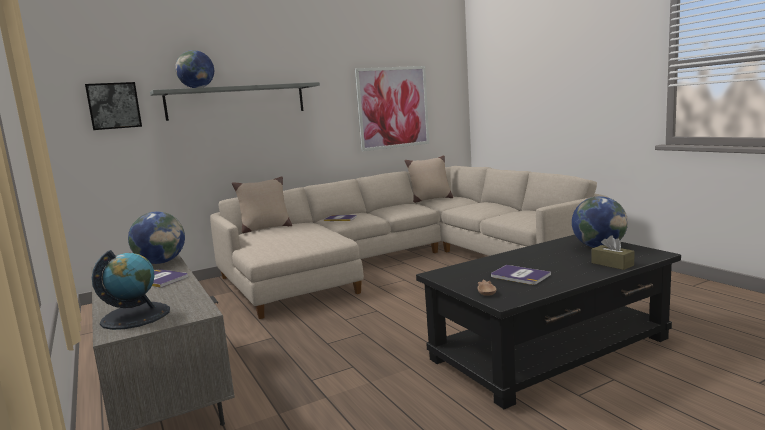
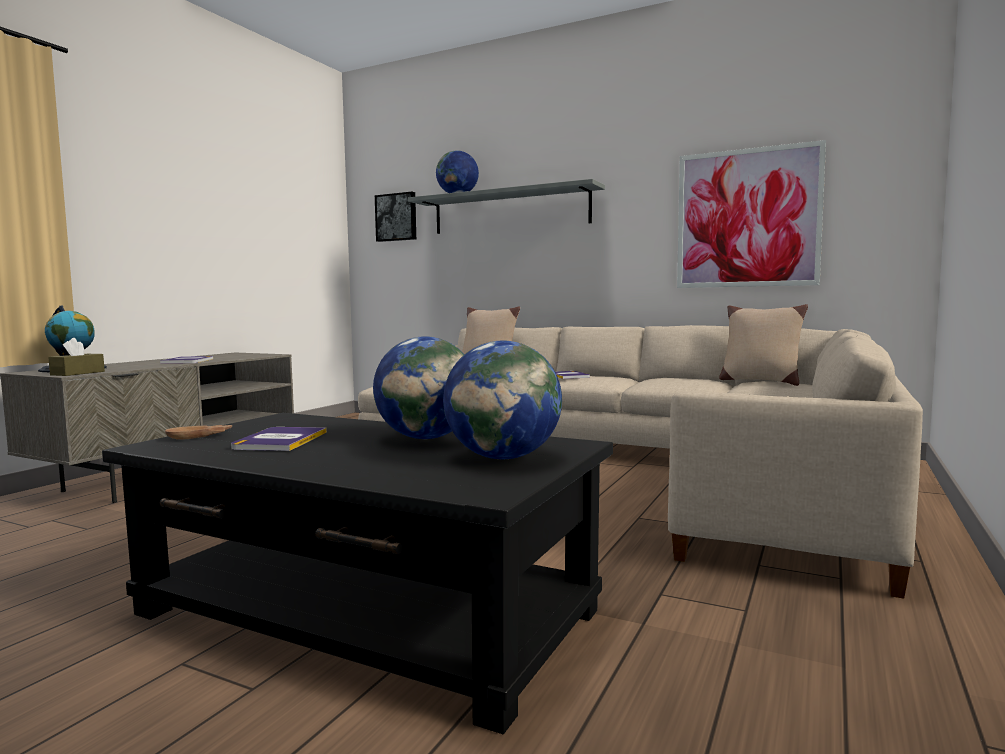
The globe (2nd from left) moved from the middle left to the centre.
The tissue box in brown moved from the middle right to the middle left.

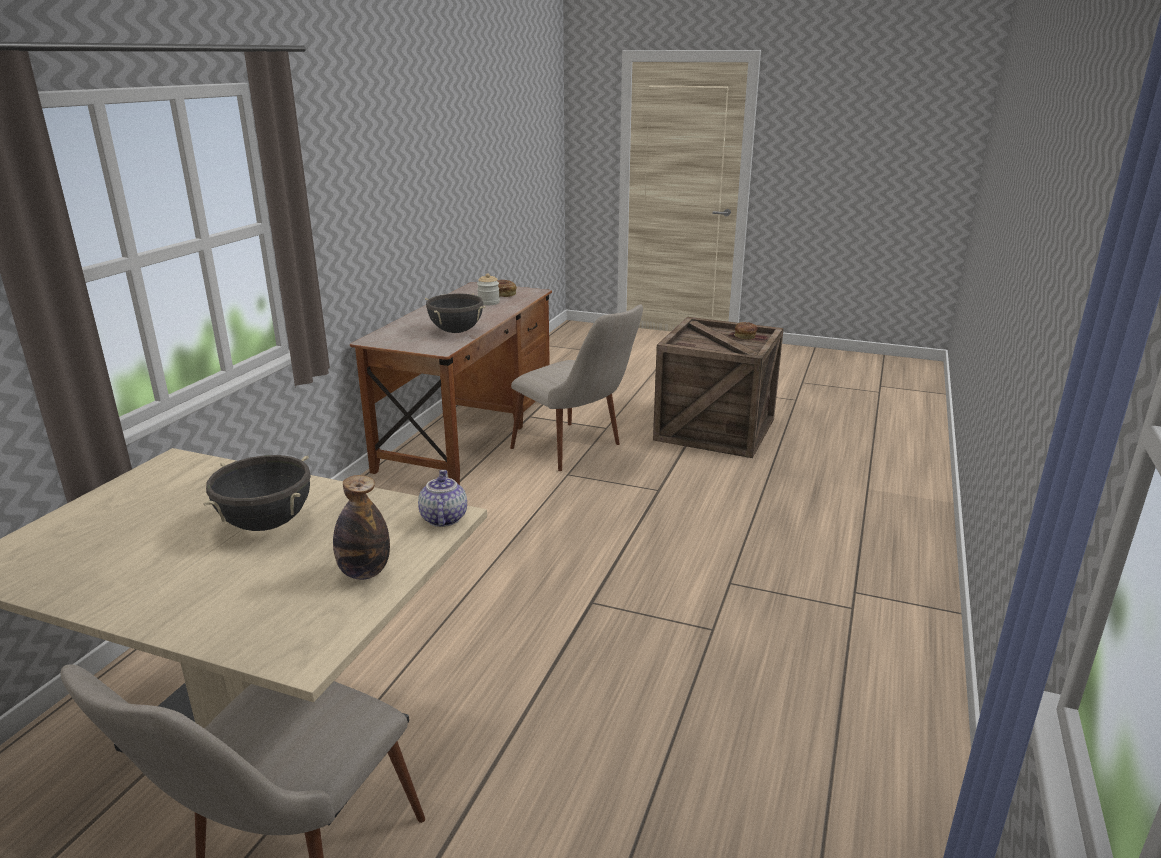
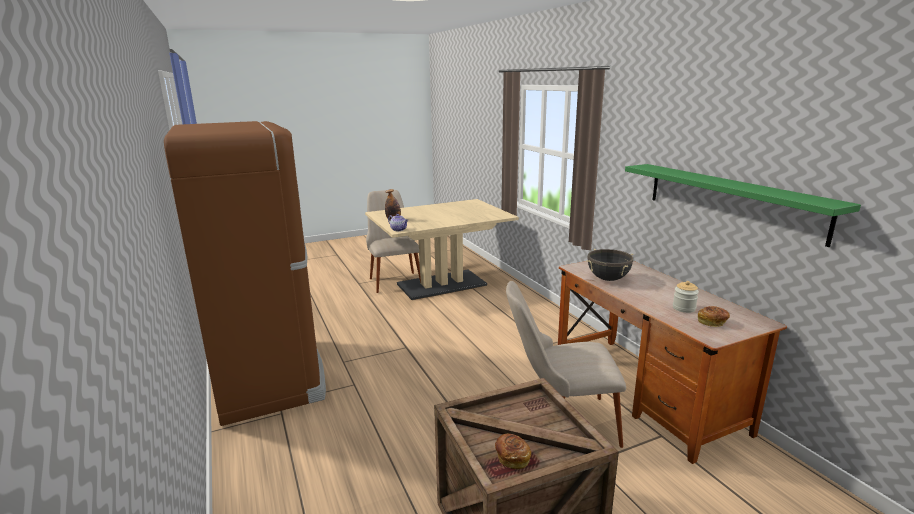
The cooking pot in black (1st from left) at the middle left disappeared.
The fridge in brown at the middle left appeared.
The shelf in green at the middle right appeared.

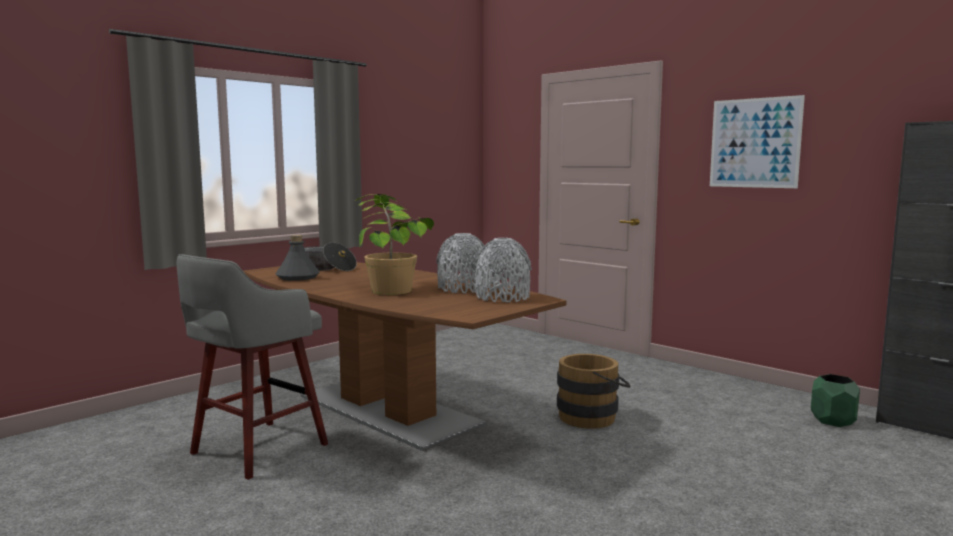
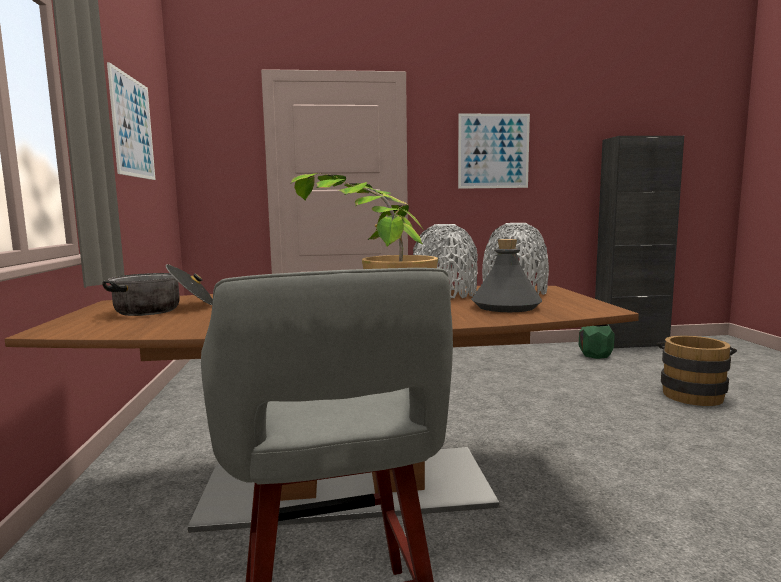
The picture (1st from left) at the top left appeared.
The bottle in grey moved from the middle left to the centre.
The bucket in brown moved from the bottom centre to the middle right.

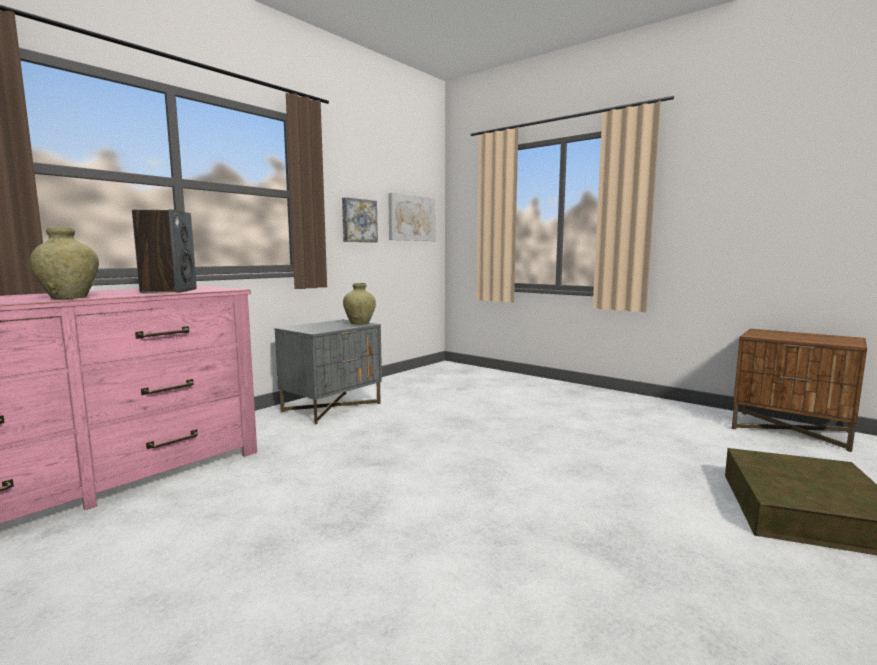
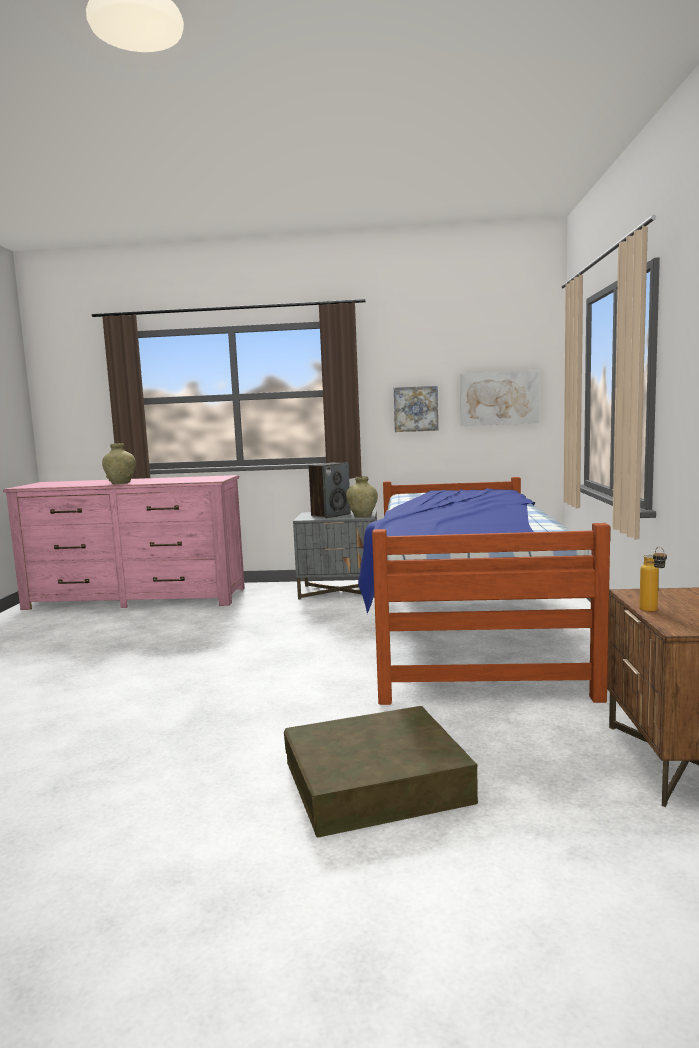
The bed at the middle right appeared.
The bottle at the middle right appeared.
The speaker moved from the middle left to the centre.

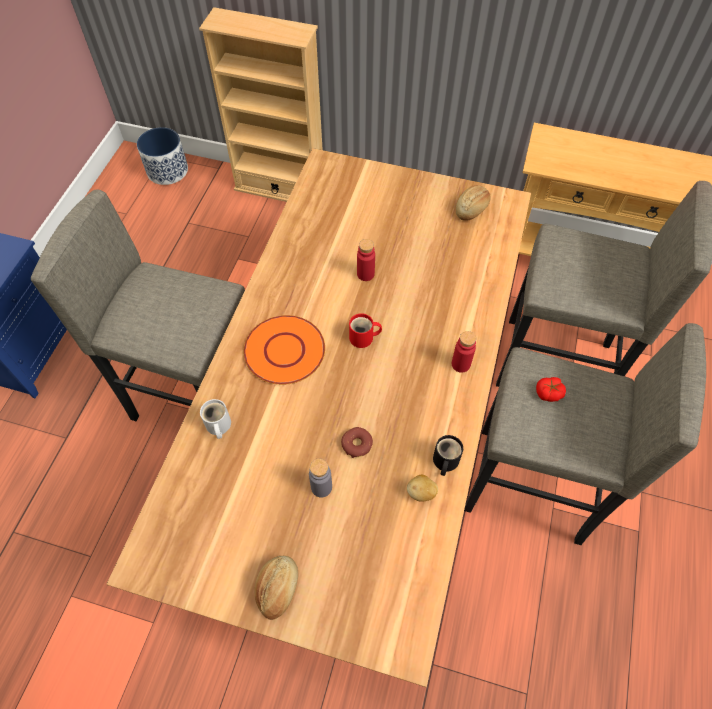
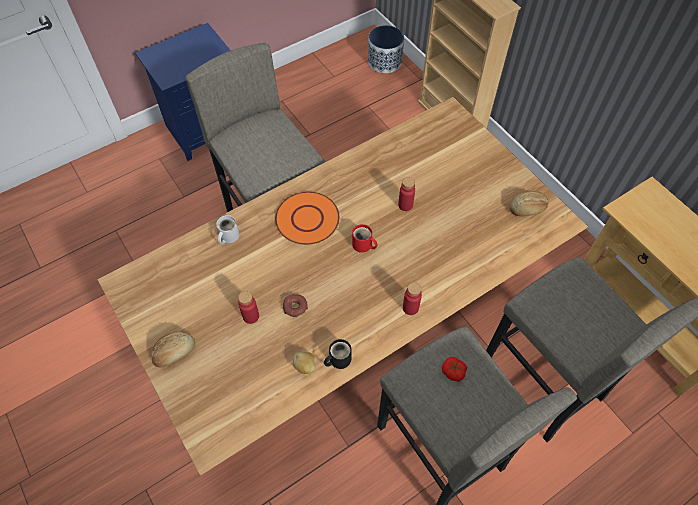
The bottle in grey at the bottom centre became the bottle in red (1st from left) at the centre.

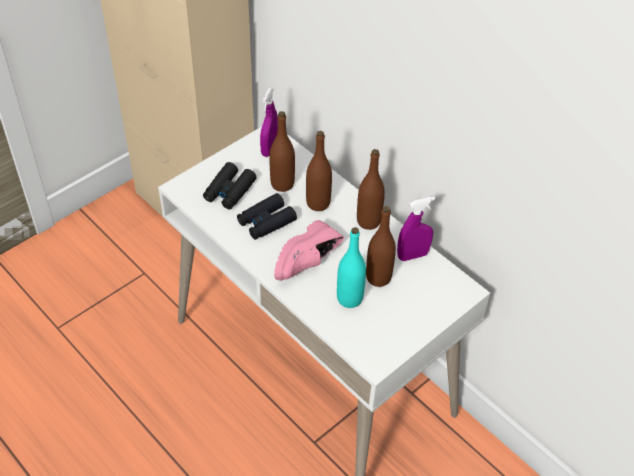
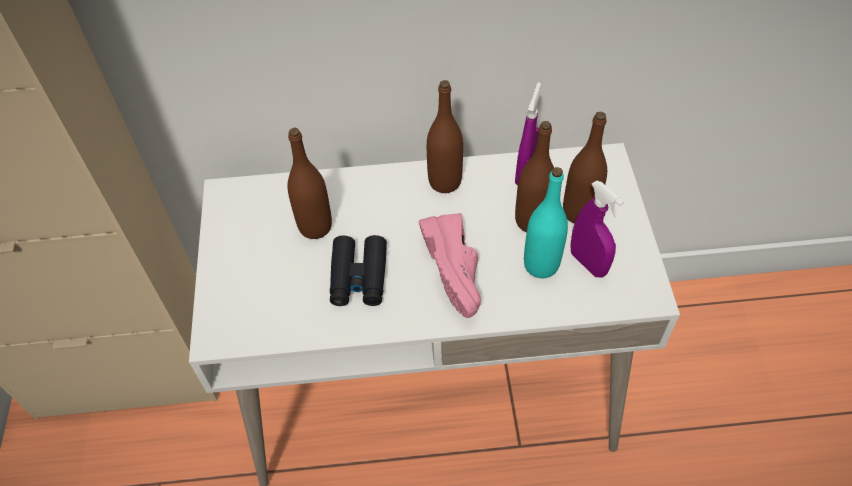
The binoculars in black (1st from left) at the centre disappeared.
The spray bottle in purple (1st from left in the first image) moved from the top centre to the middle right.
The bottle in brown (2nd from left in the first image) moved from the centre to the middle right.

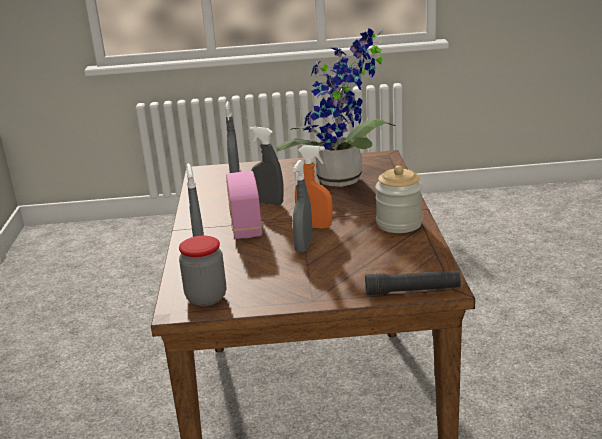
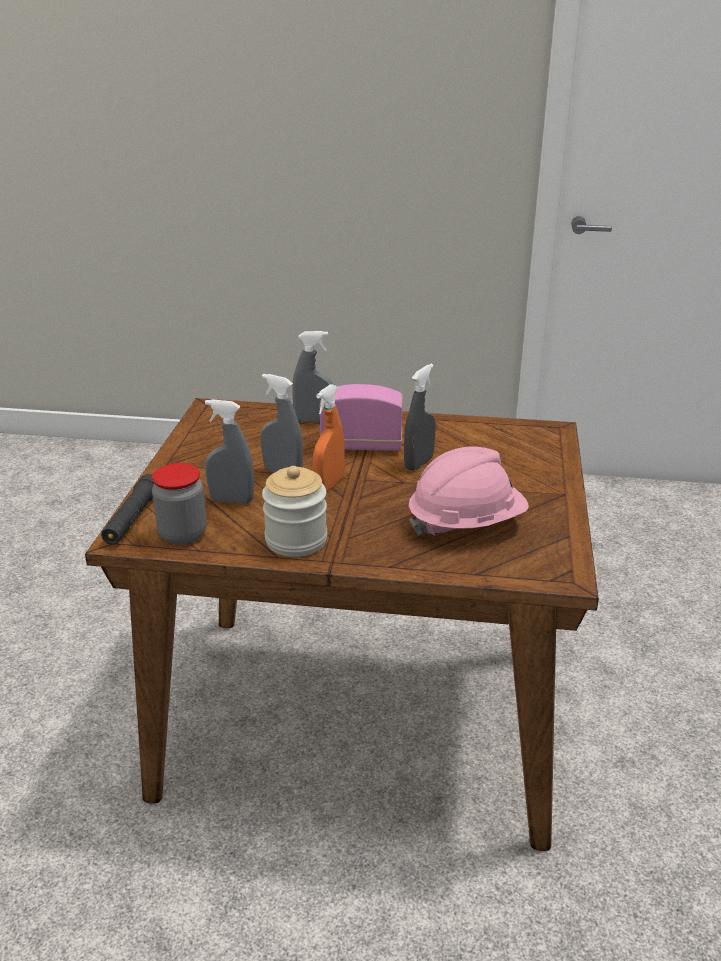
The jar (1st from left) moved from the centre to the middle left.
The spray bottle in grey (2nd from left in the first image) moved from the top centre to the middle left.
The potted plant at the top centre was replaced by the hard hat in pink at the centre.

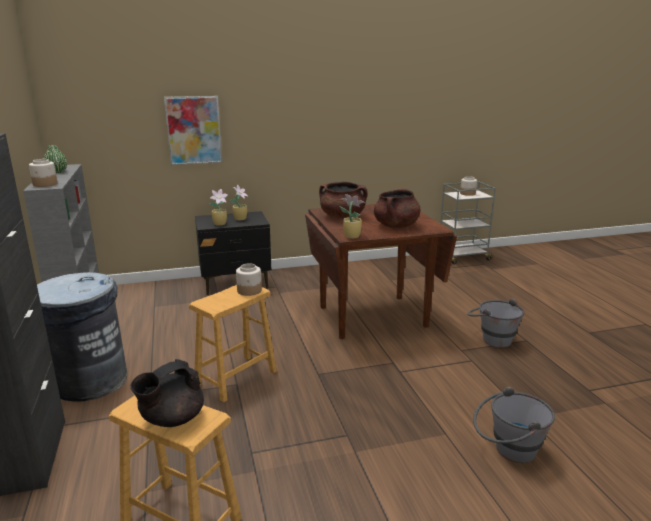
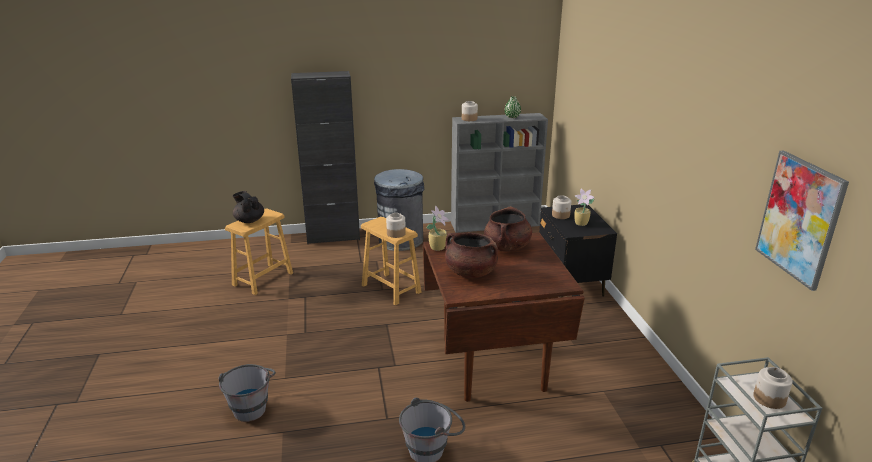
The picture moved from the top left to the middle right.
The potted plant (1st from left) at the centre was replaced by the jar (3rd from left) at the centre.

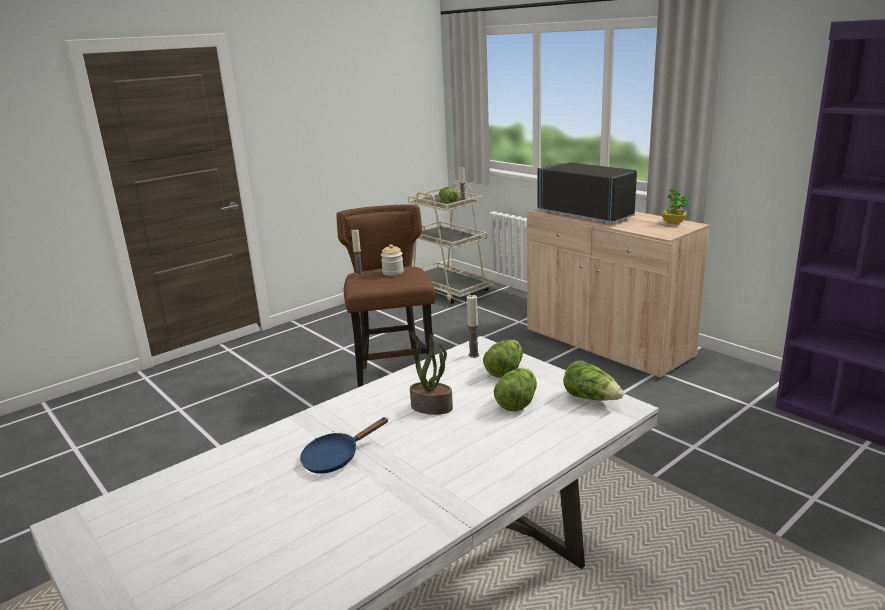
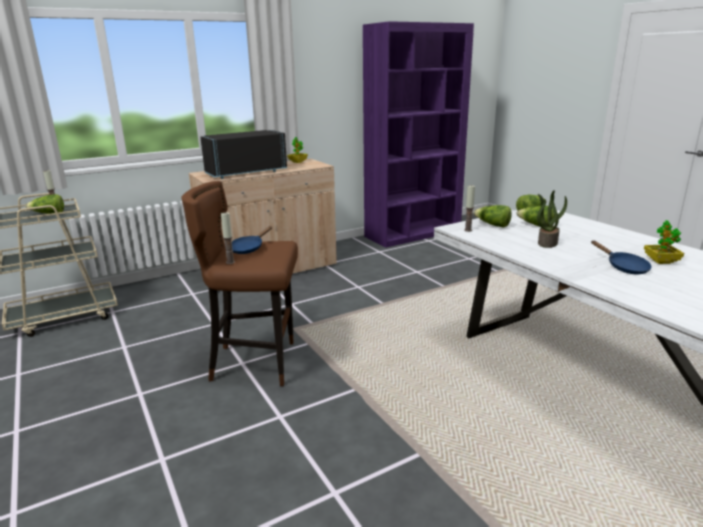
The potted plant (3rd from left) at the middle right appeared.
The jar at the centre was replaced by the frying pan in blue (1st from left) at the centre.

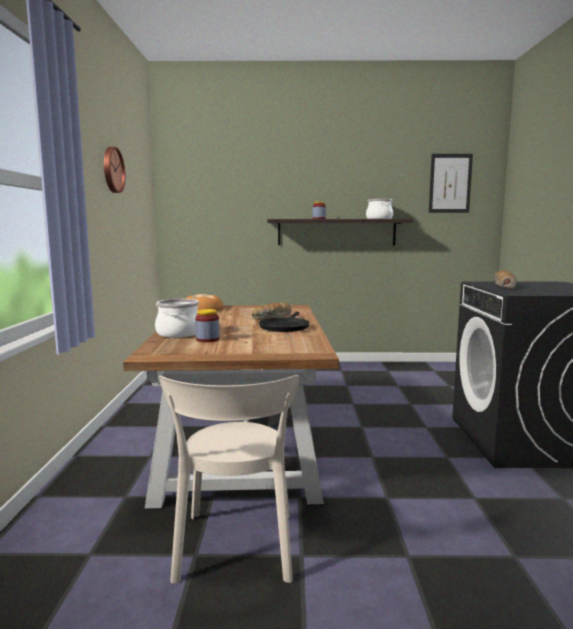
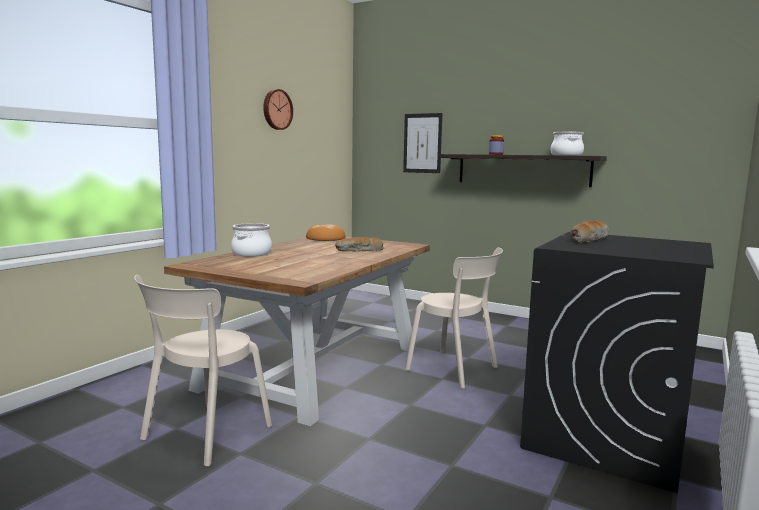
The jar (1st from left) at the centre disappeared.
The frying pan in black at the centre disappeared.
The chair in beige (2nd from left) at the centre appeared.
The picture moved from the top right to the top centre.

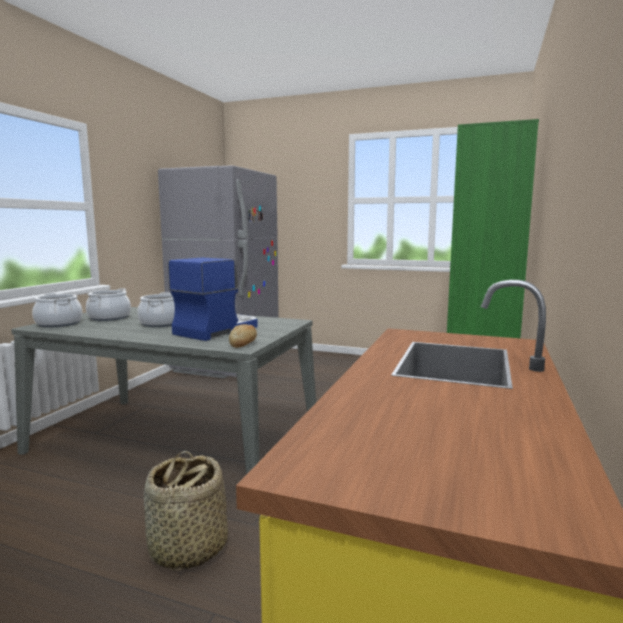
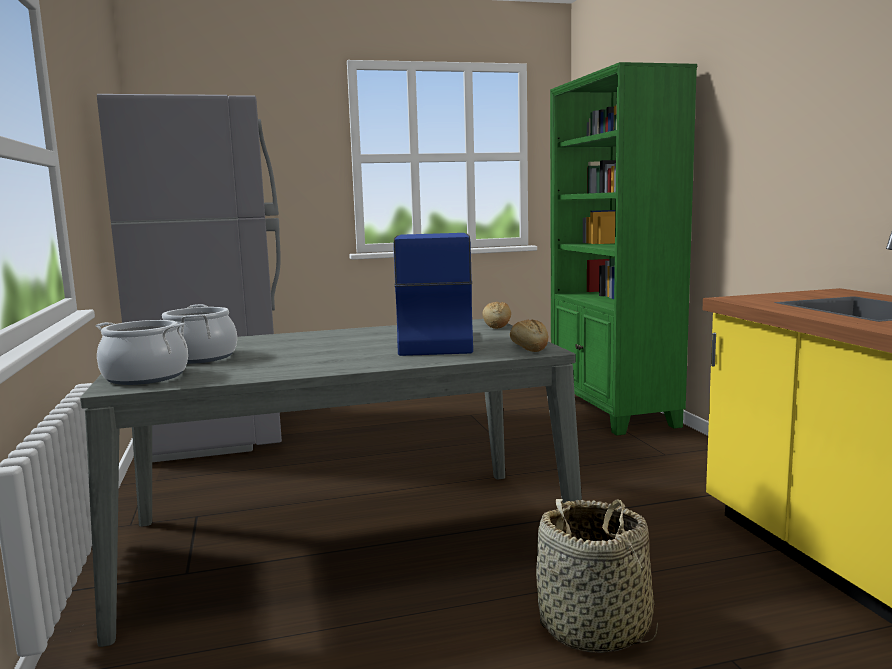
The cooking pot (3rd from left) at the middle left disappeared.
The bread (1st from left) at the centre appeared.

